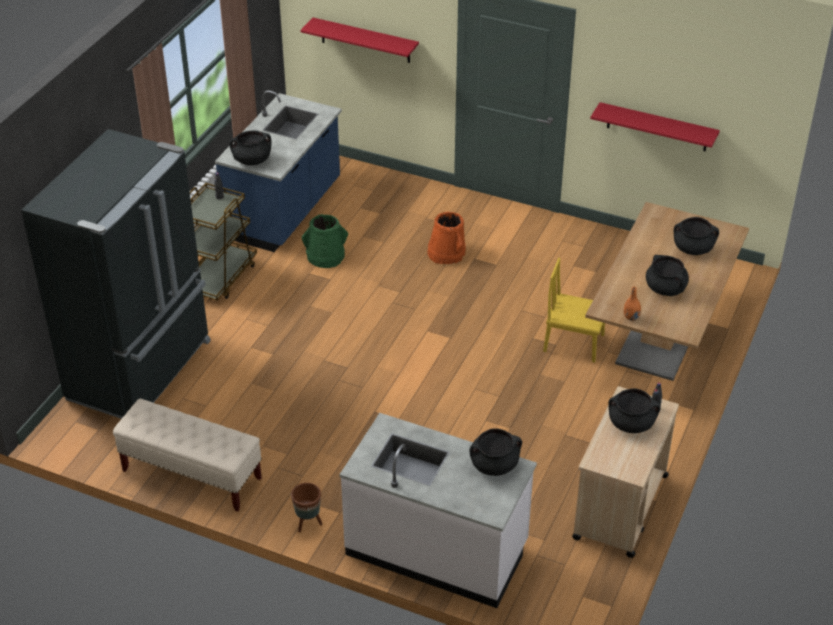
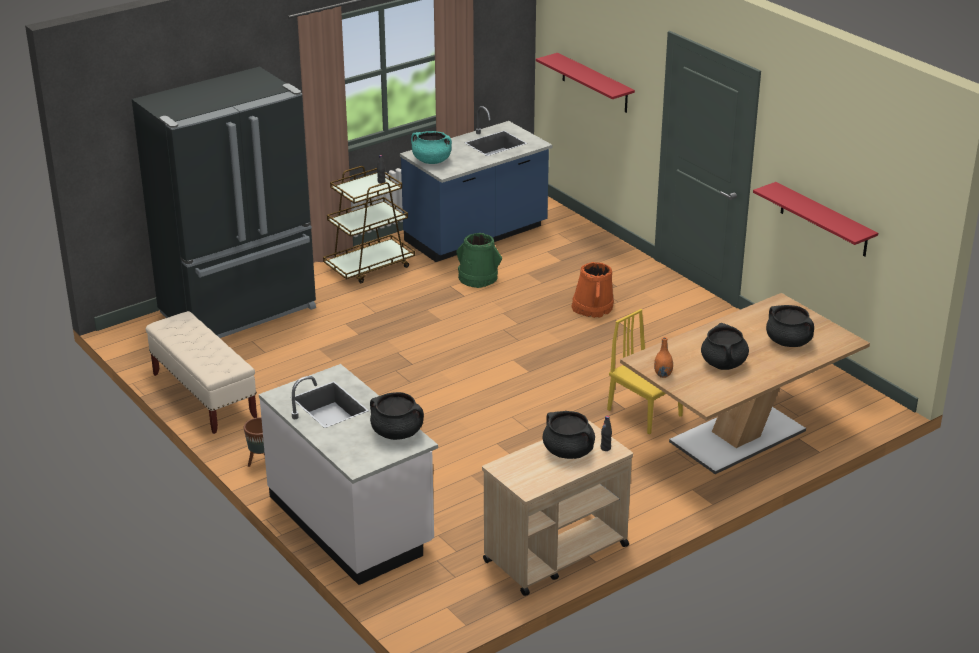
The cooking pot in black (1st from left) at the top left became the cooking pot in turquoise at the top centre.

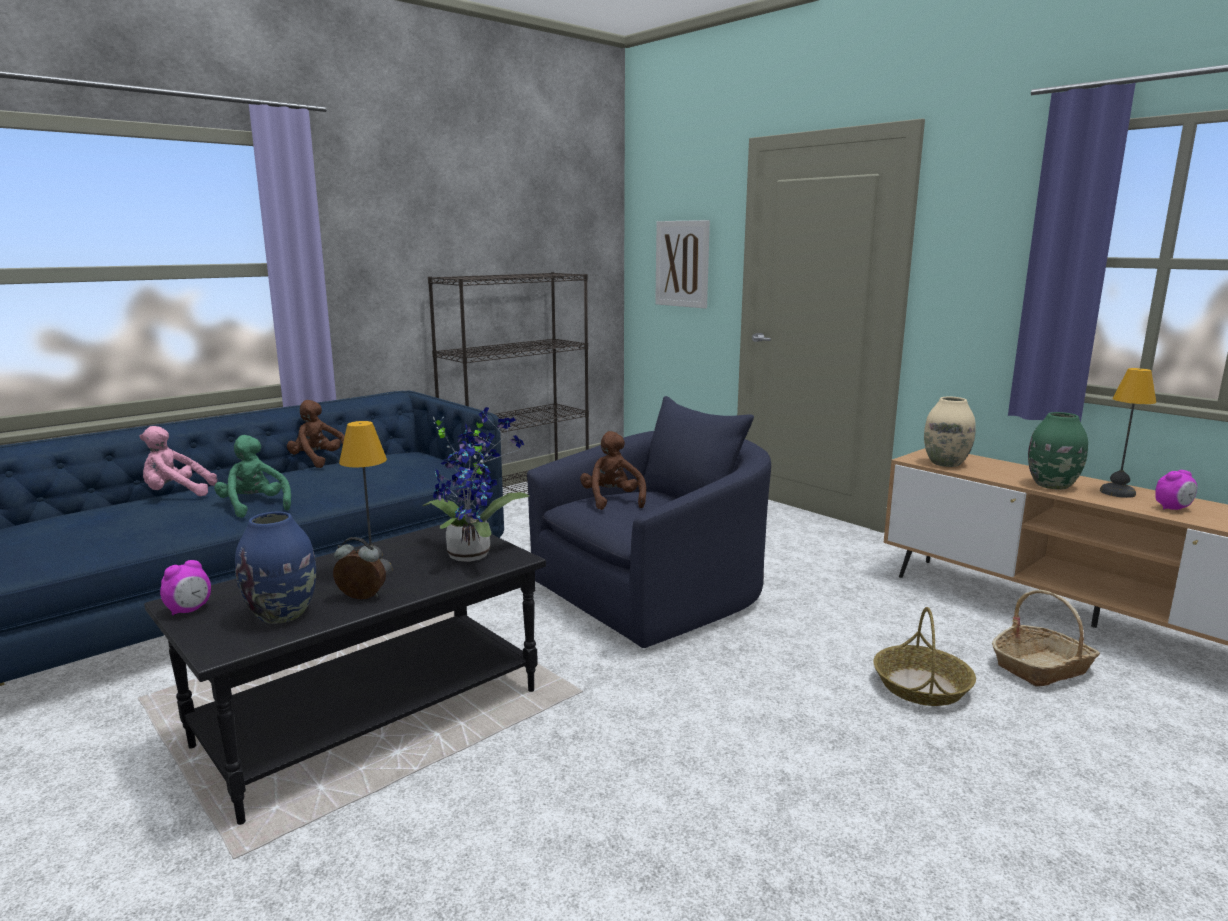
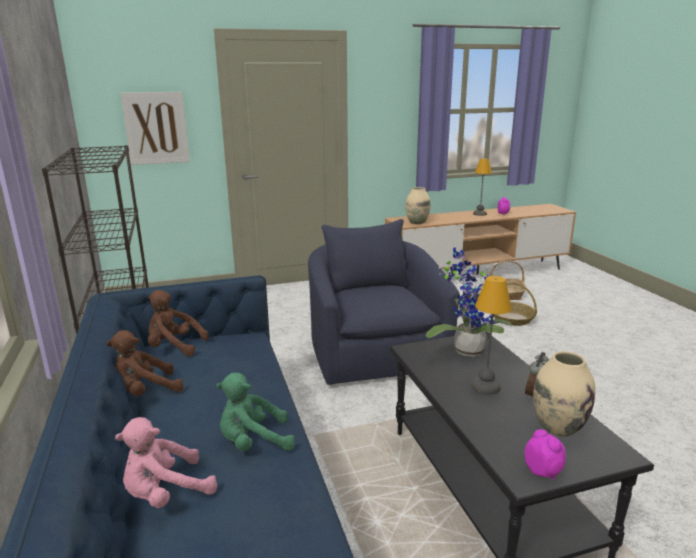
The vase in green at the middle right disappeared.
The plush toy in brown (2nd from left) moved from the centre to the middle left.
The vase in blue at the middle left became the vase in beige (2nd from left) at the bottom right.
The plush toy in pink at the middle left turned 45 degrees clockwise.

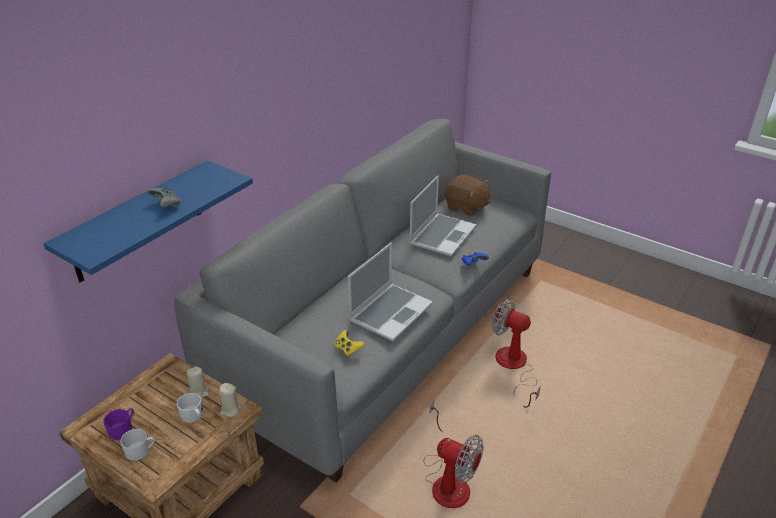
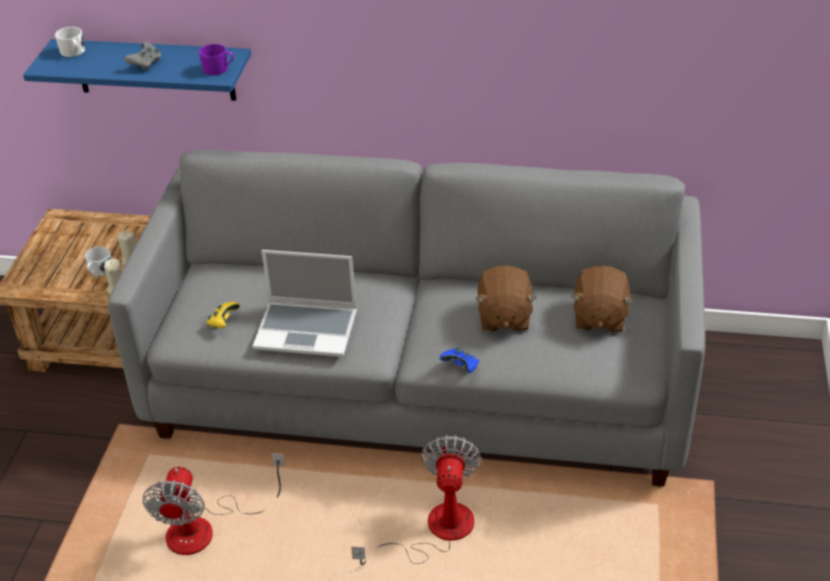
The mug in purple moved from the bottom left to the top left.
The mug in white (1st from left) moved from the bottom left to the top left.
The laptop (2nd from left) at the centre was replaced by the plush toy in brown (1st from left) at the centre.

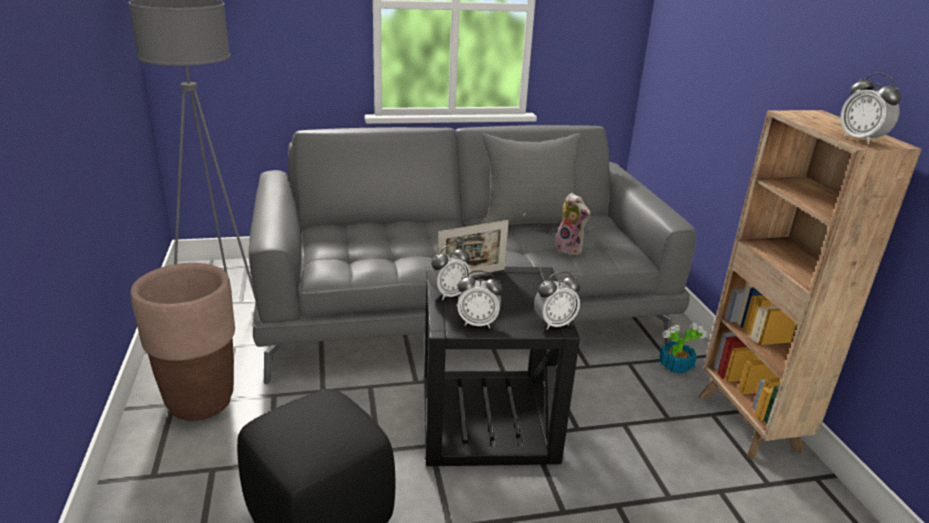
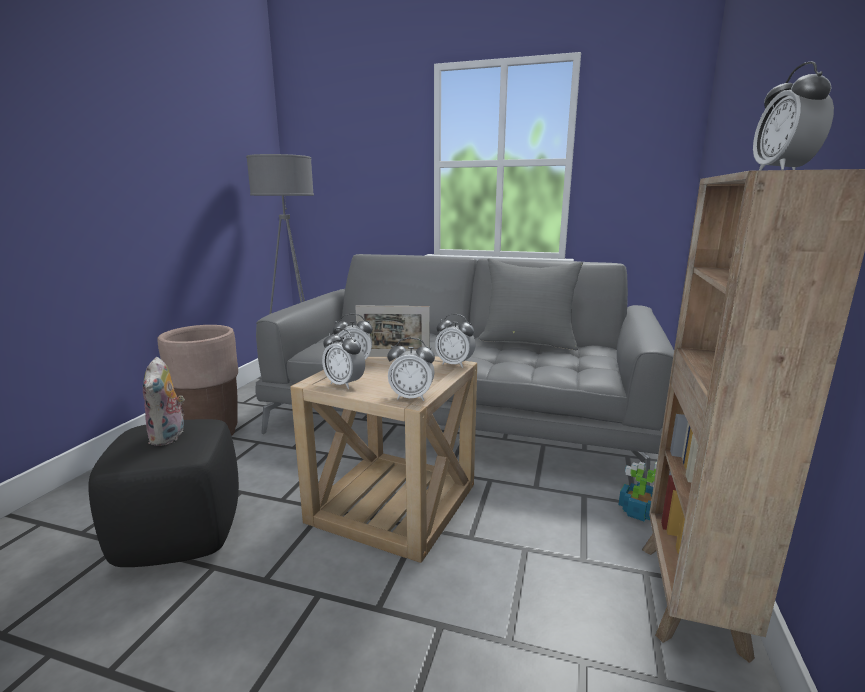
The alarm clock (4th from left) at the centre appeared.
The plush toy moved from the centre to the middle left.
The side table in black at the bottom centre became the side table in beige at the centre.

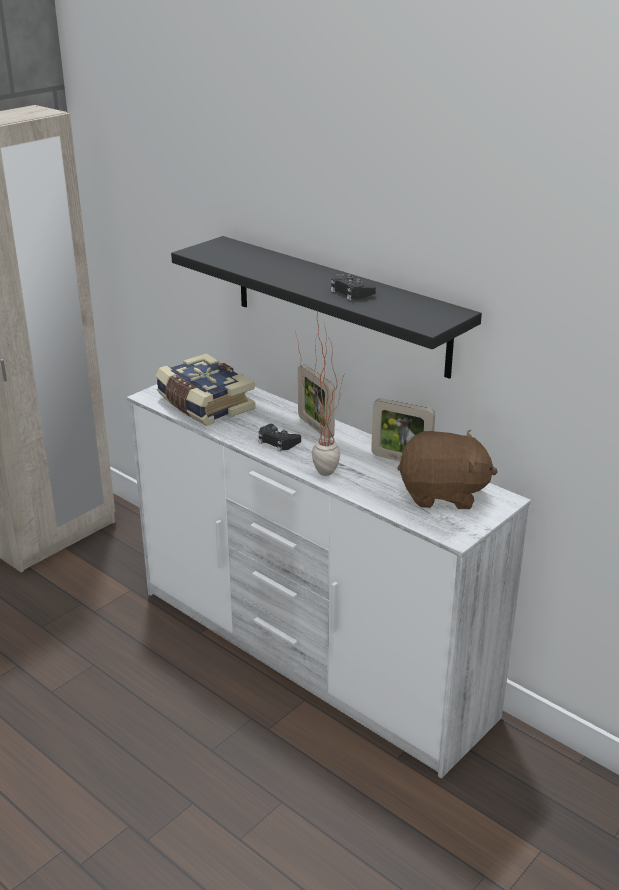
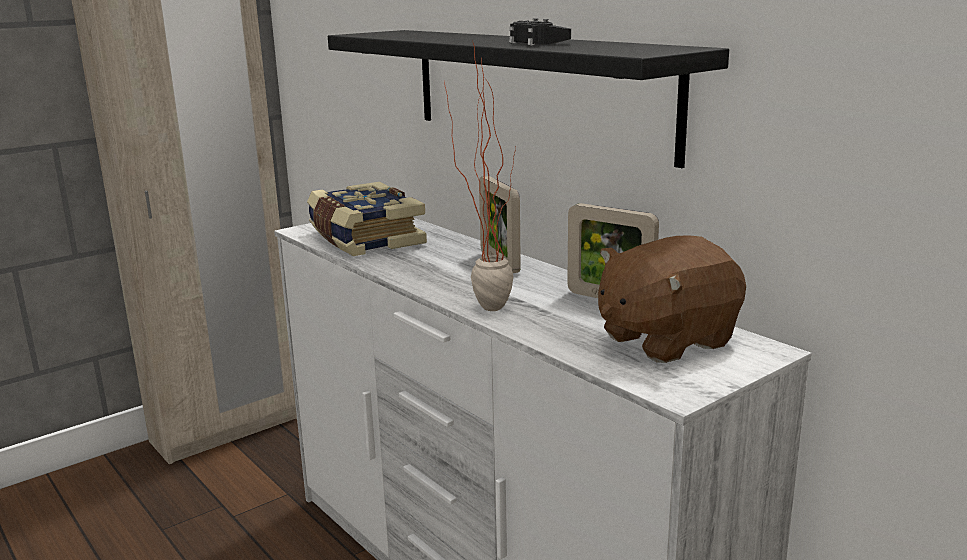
The game controller in black (1st from left) at the centre disappeared.
The plush toy in brown at the middle right turned 135 degrees clockwise.

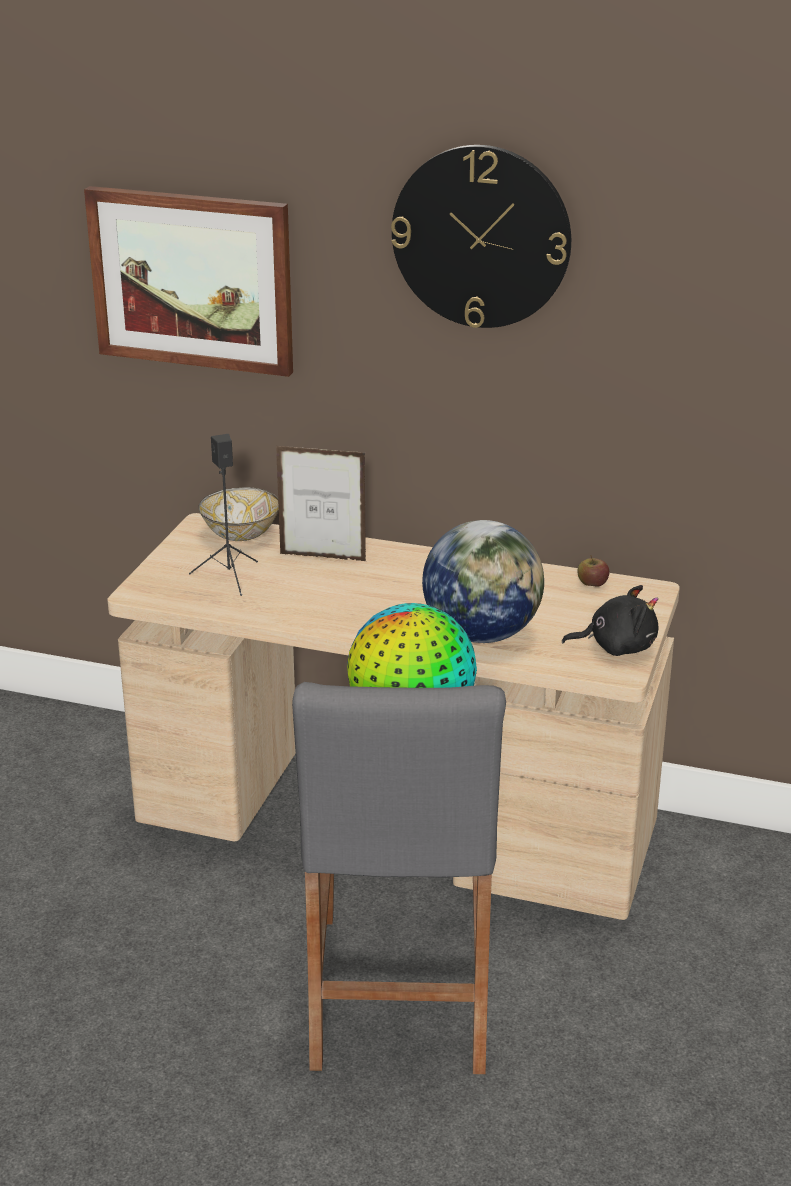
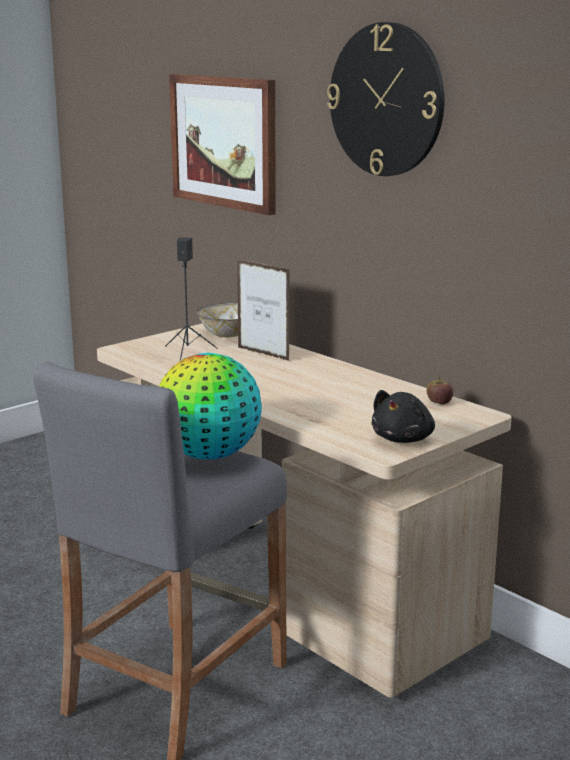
The globe (2nd from left) at the centre disappeared.
The plush toy in black at the middle right turned 90 degrees clockwise.

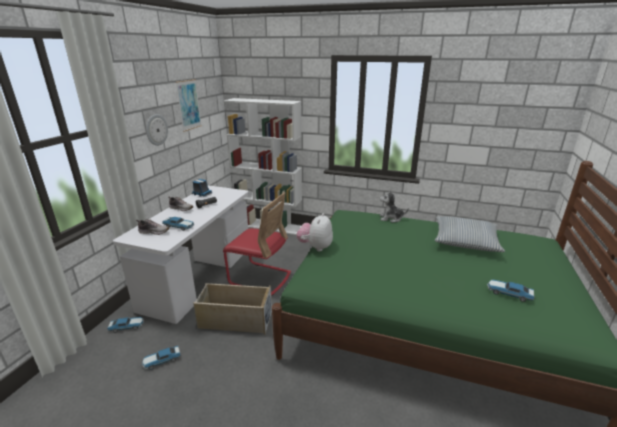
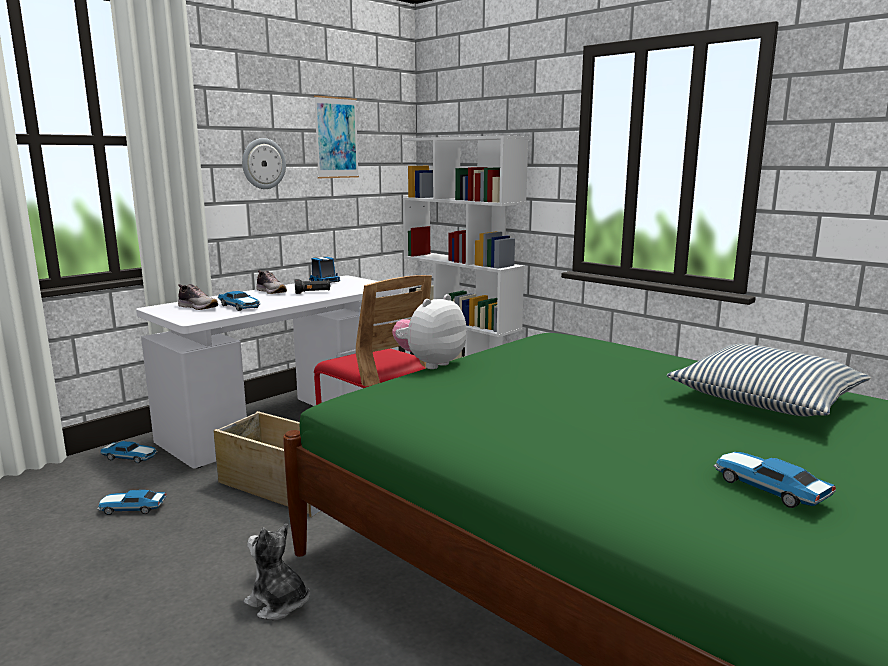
The plush toy (2nd from left in the first image) moved from the centre to the bottom left.

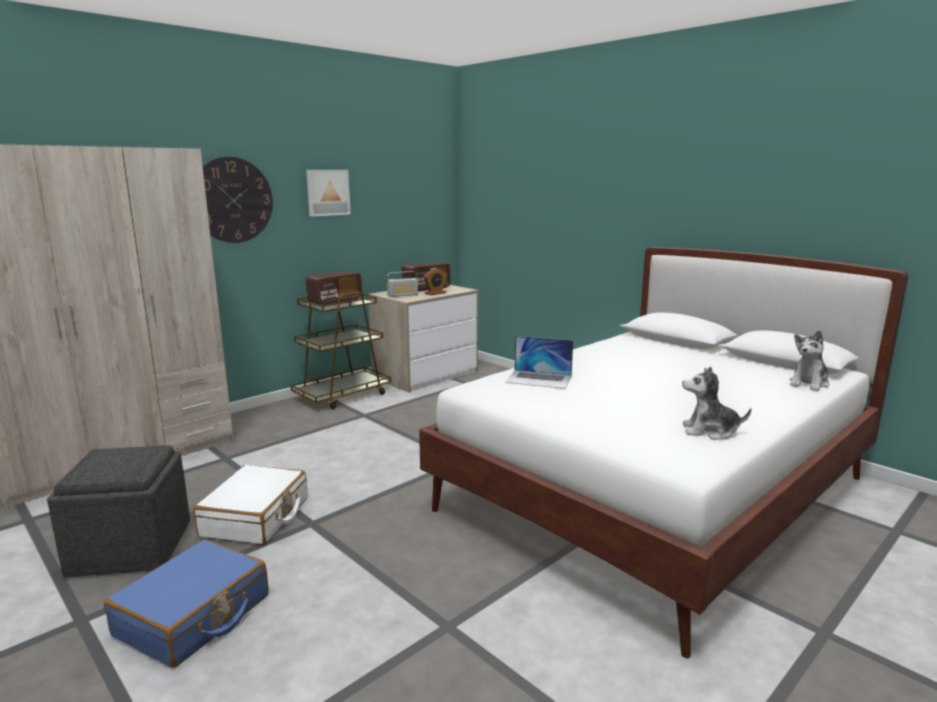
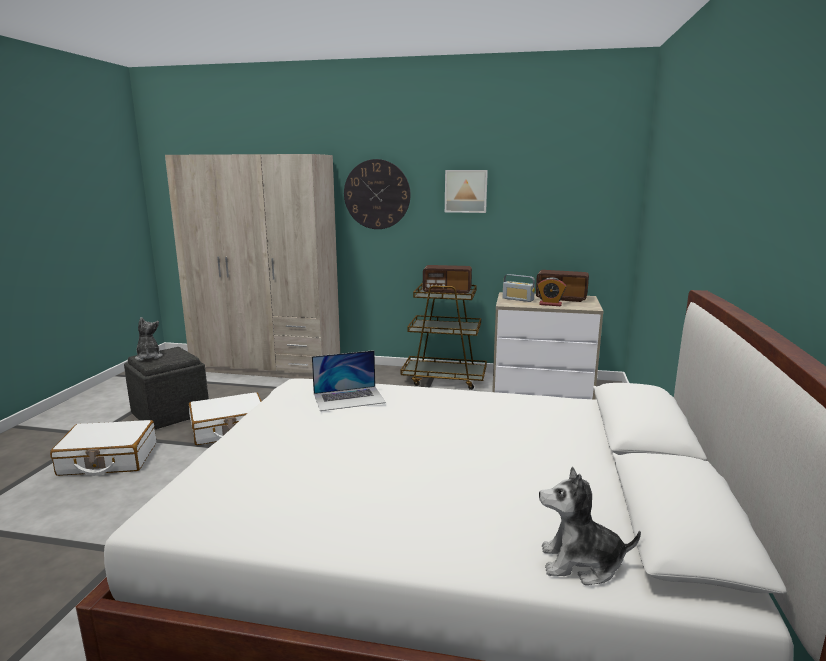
The plush toy (1st from left) moved from the middle right to the middle left.
The suitcase in blue at the bottom left became the suitcase in white (1st from left) at the bottom left.
The laptop at the centre turned 90 degrees counterclockwise.

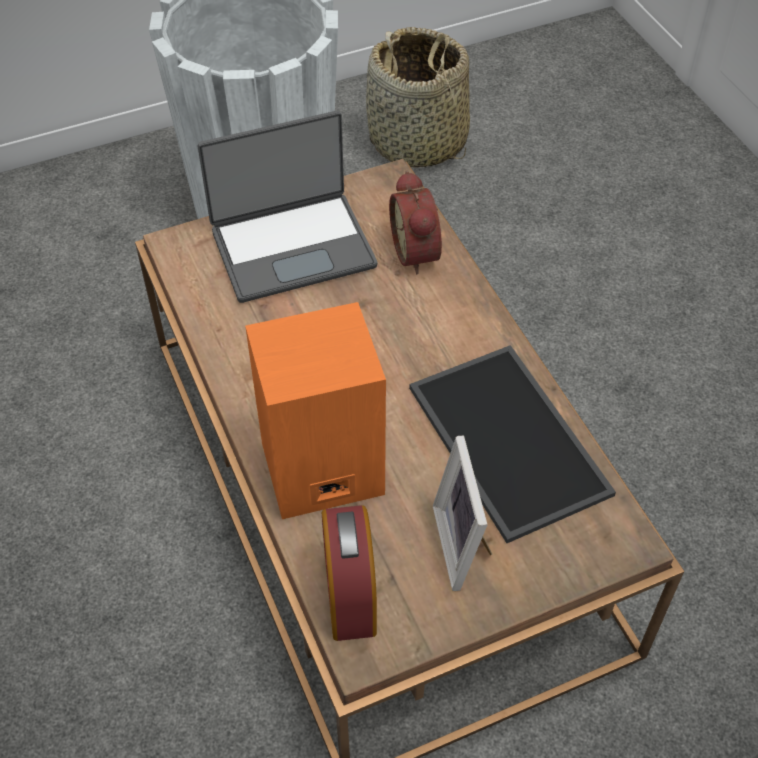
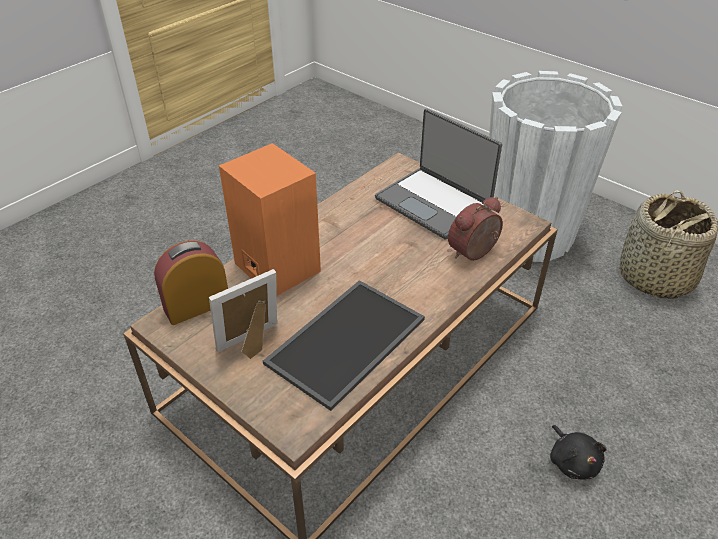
The plush toy in black at the bottom right appeared.

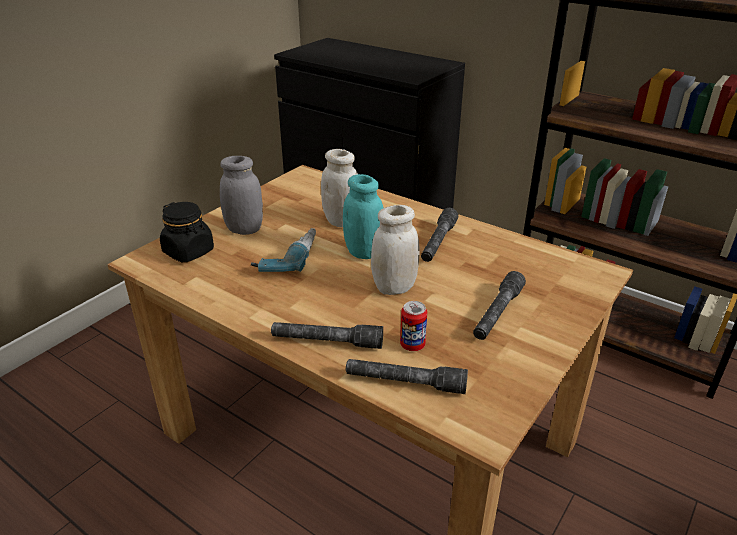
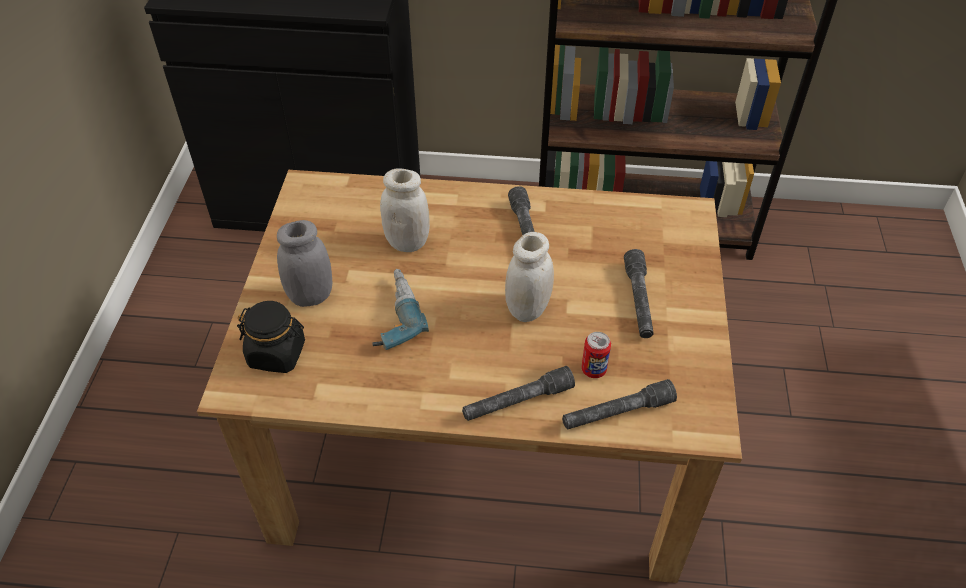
The jar in turquoise at the centre disappeared.

